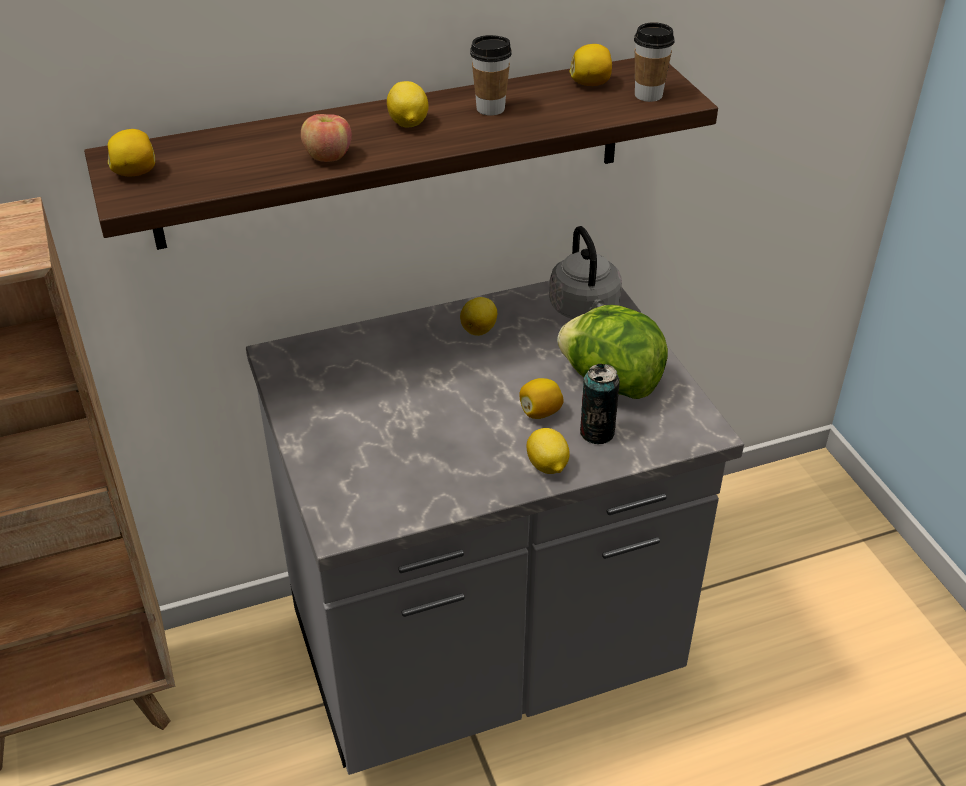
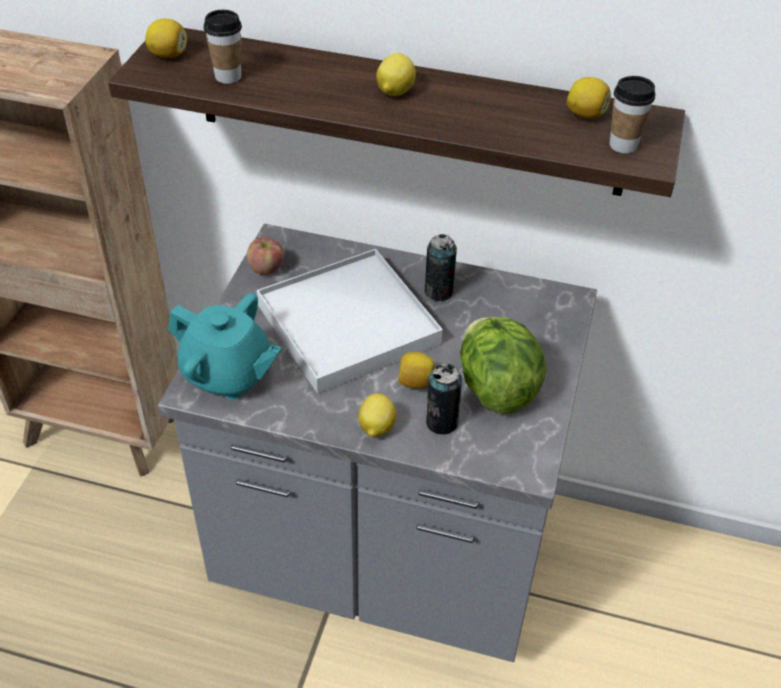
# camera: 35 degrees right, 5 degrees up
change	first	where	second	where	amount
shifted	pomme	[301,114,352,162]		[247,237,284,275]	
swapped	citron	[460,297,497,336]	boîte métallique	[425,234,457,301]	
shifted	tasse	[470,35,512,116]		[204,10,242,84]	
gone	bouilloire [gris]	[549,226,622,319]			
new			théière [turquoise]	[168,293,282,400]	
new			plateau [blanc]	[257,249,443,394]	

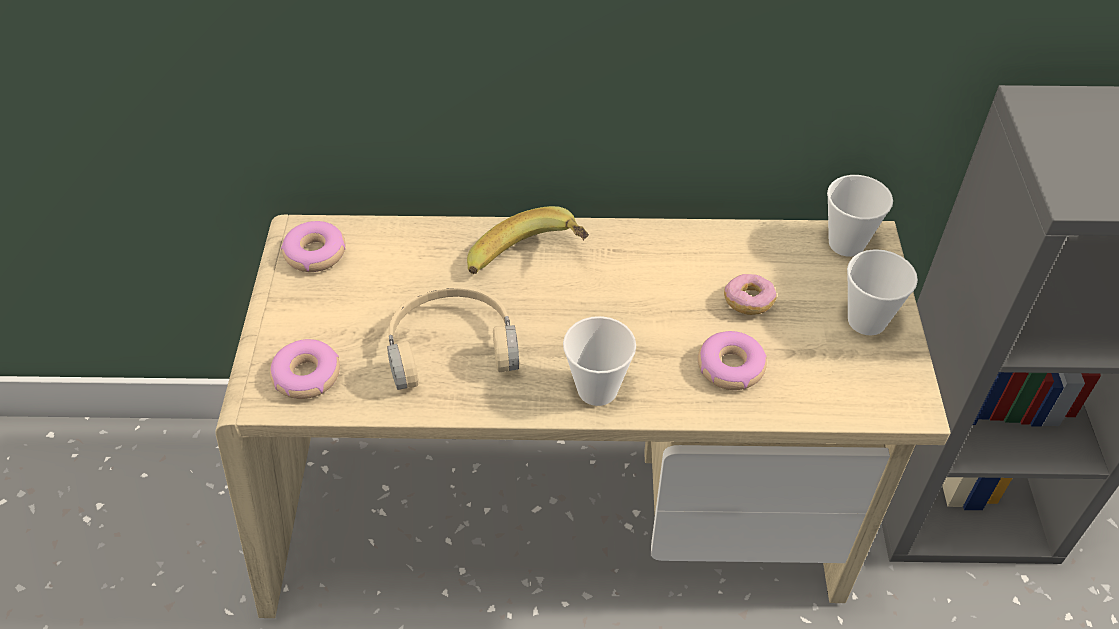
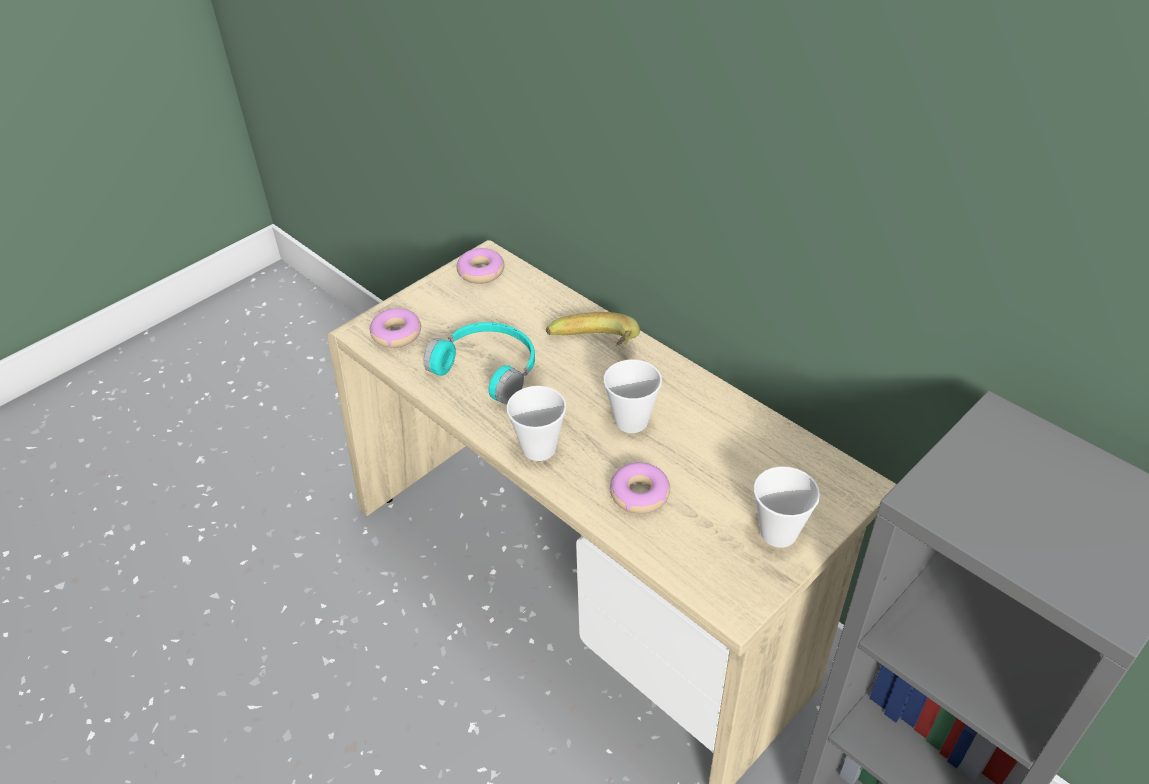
# camera: 45 degrees right, 5 degrees down
change	first	where	second	where	amount
repainted	casque audio [beige]	[387,286,519,390]	casque audio [turquoise]	[423,322,535,405]	
gone	beignet	[724,274,777,315]			
shifted	tasse	[827,175,893,257]		[604,360,662,433]	

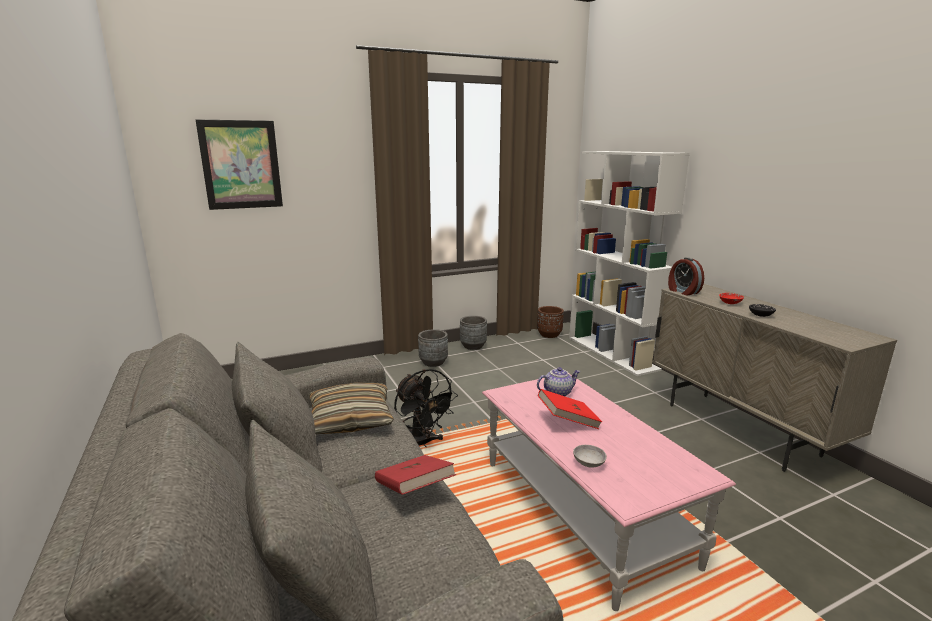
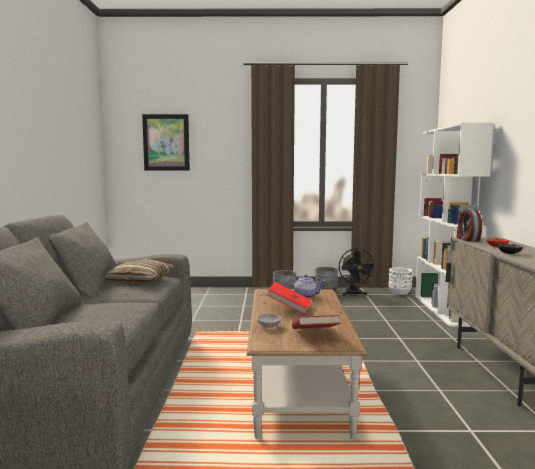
# camera: 25 degrees right, 10 degrees down
change	first	where	second	where	amount
shifted	livre [rouge]	[375,455,456,495]		[292,315,341,329]	
shifted	ventilateur [noir]	[394,369,458,447]		[339,248,376,296]	
repainted	table basse [rose]	[482,374,736,611]	table basse [marron]	[247,289,368,440]	
repainted	cache-pot [marron]	[537,306,564,338]	cache-pot [blanc]	[389,268,413,295]	

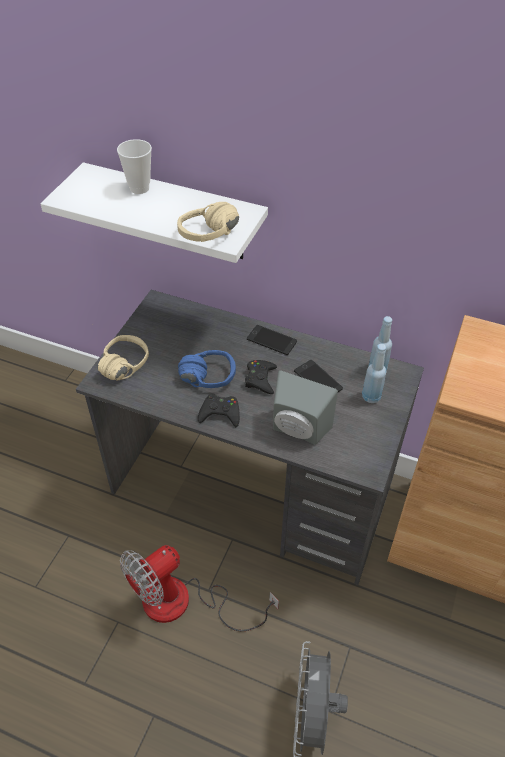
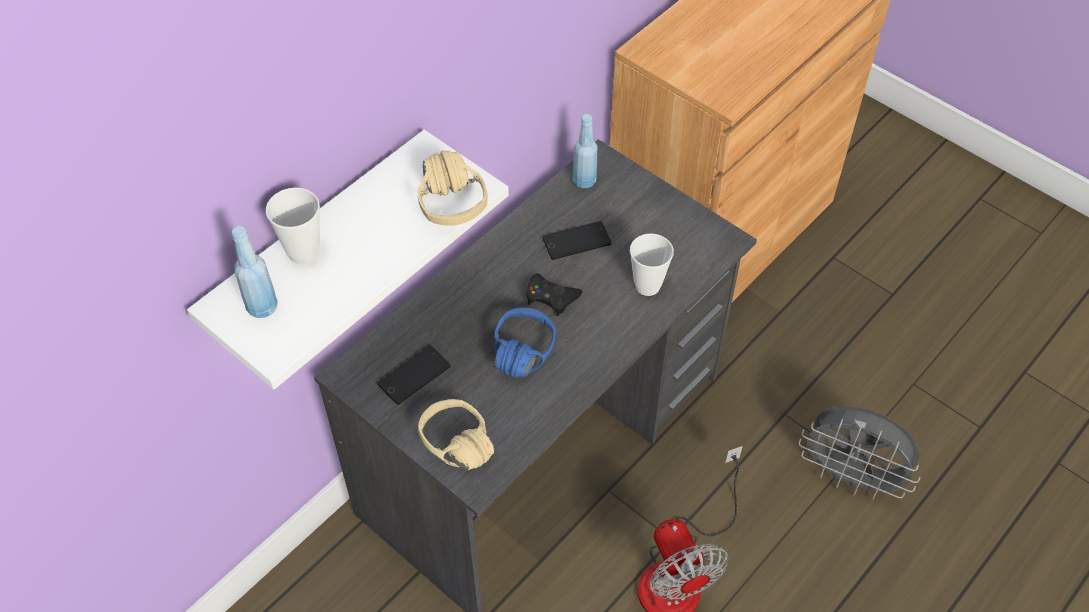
# camera: 70 degrees left, 5 degrees up
change	first	where	second	where	amount
gone	manette [noir]	[198,394,240,427]			
shifted	téléphone	[247,325,297,355]		[378,345,451,405]	
swapped	enceinte [gris]	[273,370,338,445]	tasse	[630,233,674,296]	
shifted	bouteille [bleu]	[362,344,387,403]		[231,226,278,318]	

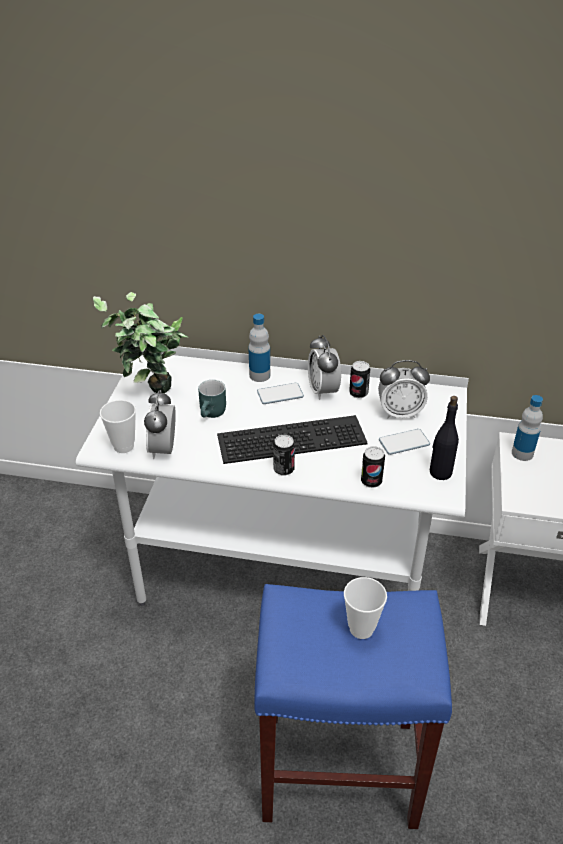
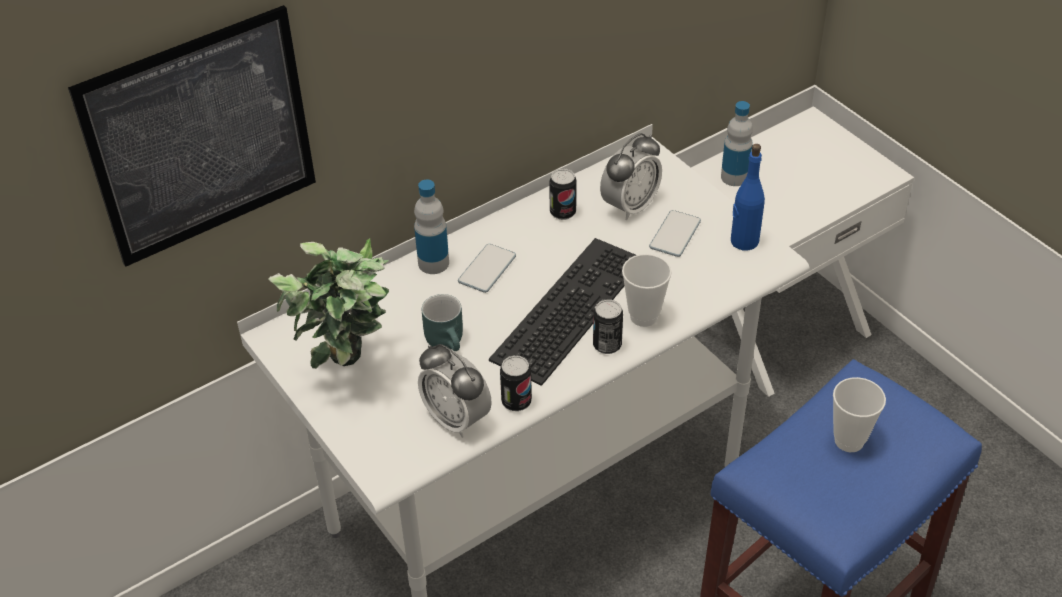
# camera: 45 degrees left, 5 degrees up
change	first	where	second	where	amount
shifted	tasse	[100,400,136,453]		[622,254,672,327]	
gone	réveil	[308,335,341,400]			
shifted	boîte métallique	[361,446,385,488]		[500,355,532,411]	
repainted	bouteille [noir]	[430,396,459,480]	bouteille [bleu]	[731,144,765,250]	
new			tableau	[68,5,316,267]	

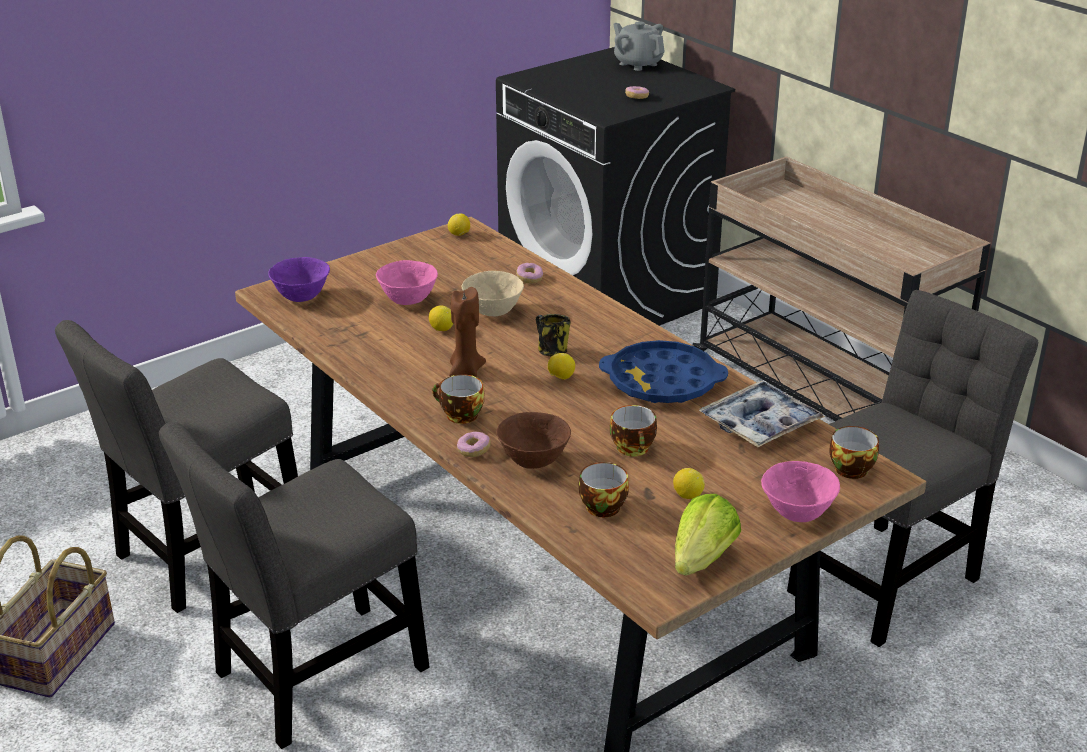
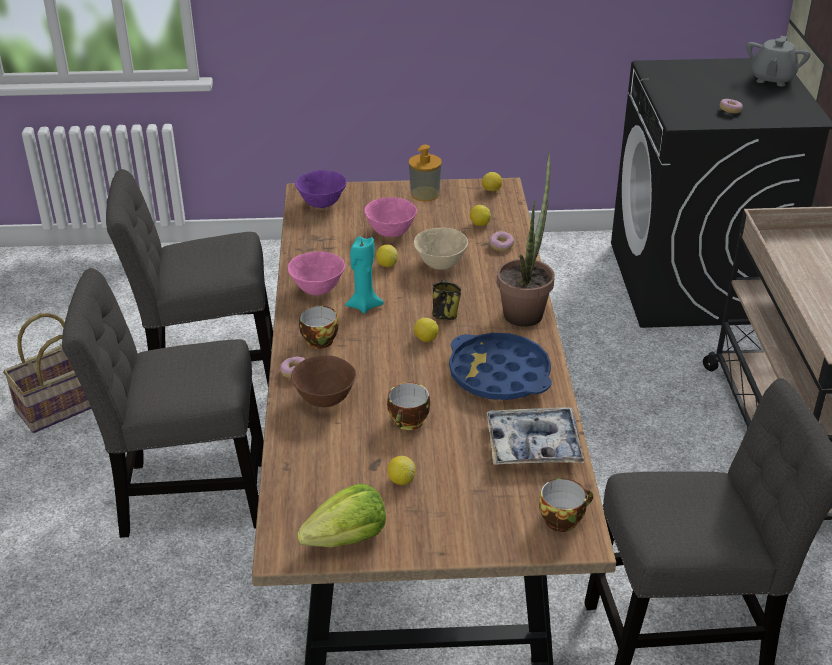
# camera: 35 degrees right, 5 degrees up
change	first	where	second	where	amount
repainted	bougie [marron]	[449,287,486,377]	bougie [turquoise]	[345,236,384,314]	
gone	tasse	[579,462,629,517]			
rotated	théière [gris]	[613,21,665,71]		[746,36,811,86]	150 degrees counterclockwise
shifted	bol [rose]	[761,461,840,522]		[287,251,345,295]	
new			distributeur de savon	[409,145,442,201]	
new			citron	[470,205,491,226]	
new			plante en pot	[497,153,555,327]	

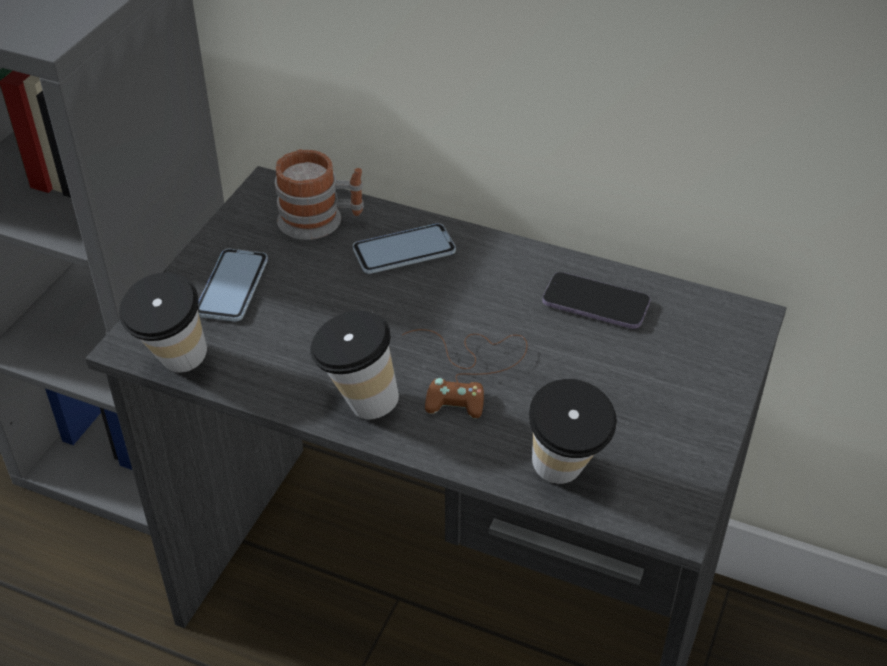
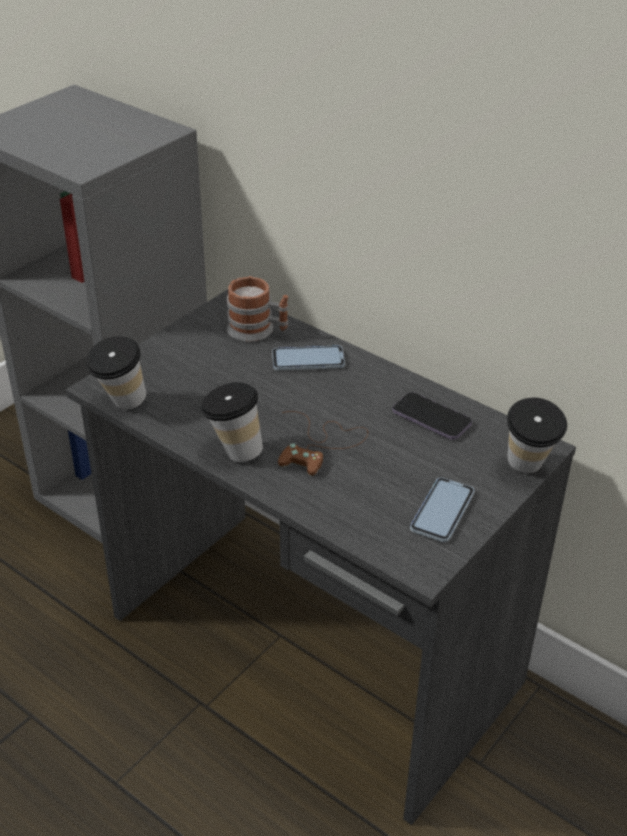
# camera: 15 degrees right, 5 degrees down
change	first	where	second	where	amount
shifted	téléphone	[197,249,268,321]		[410,477,475,542]	
shifted	tasse	[529,379,617,484]		[507,398,567,473]	

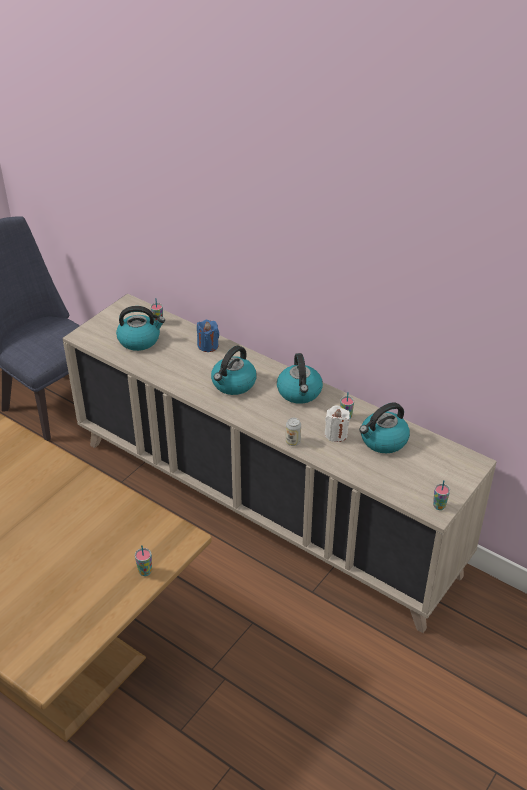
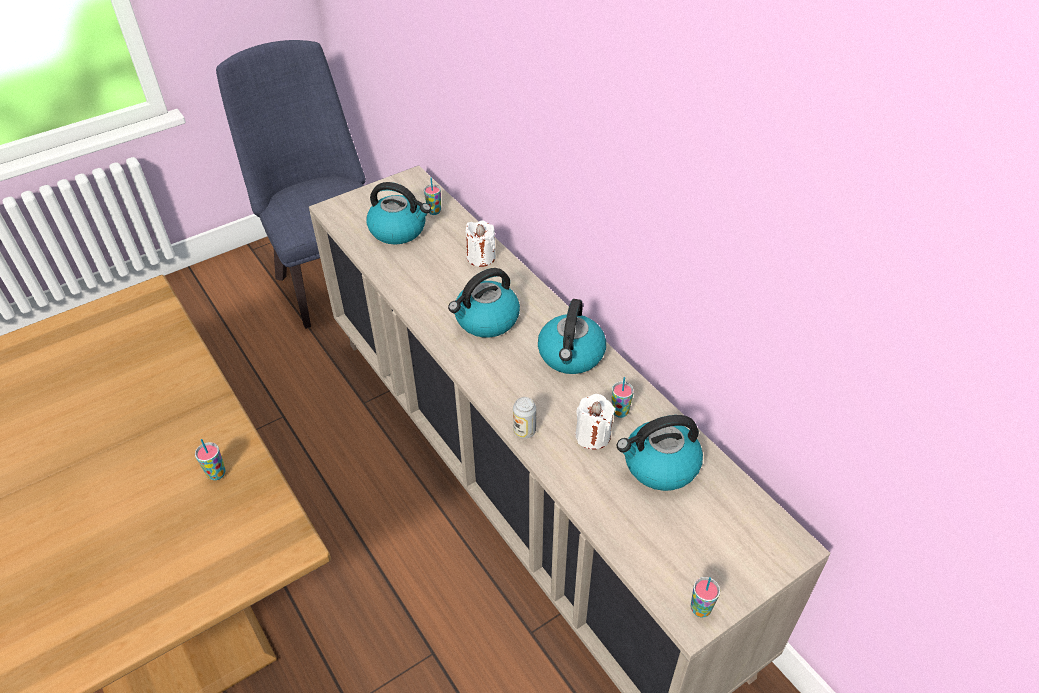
# camera: 20 degrees right, 5 degrees up
change	first	where	second	where	amount
shifted	tasse	[135,545,152,576]		[195,439,226,480]	
repainted	bougie [bleu]	[197,320,219,352]	bougie [blanc]	[465,220,496,267]	

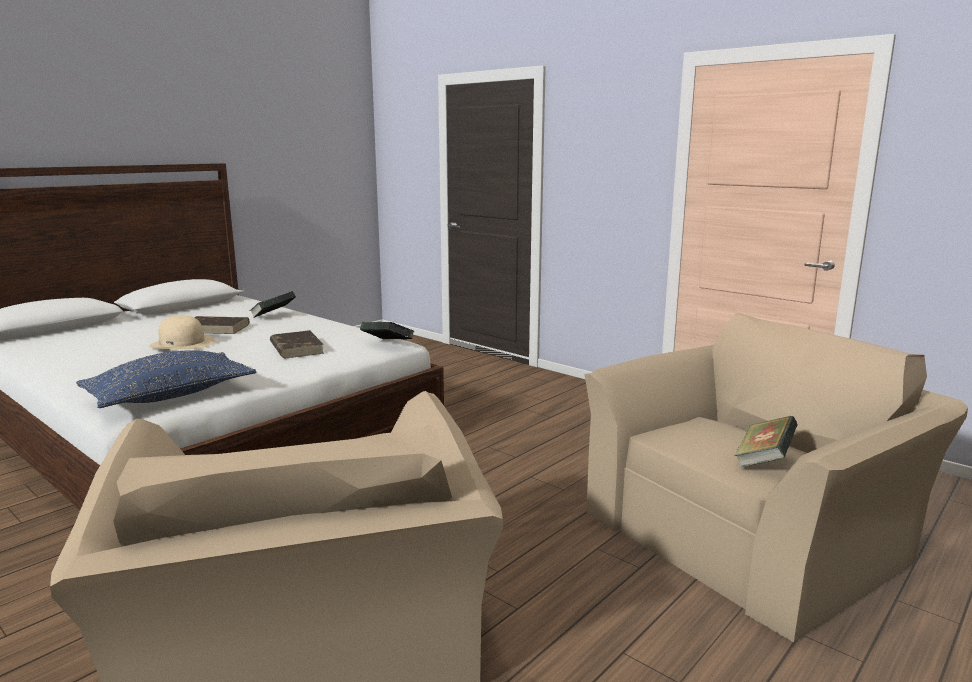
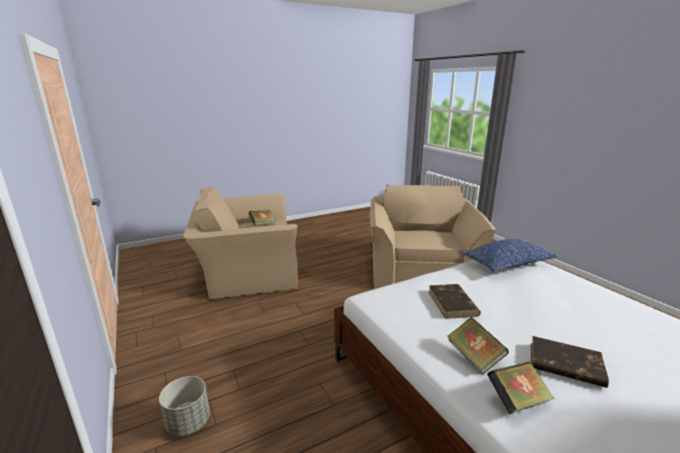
# camera: 160 degrees left, 5 degrees up
change	first	where	second	where	amount
gone	chapeau [beige]	[149,315,215,349]			
shifted	livre	[360,322,414,339]		[447,317,509,375]	
new			cache-pot [gris]	[159,376,210,436]	

